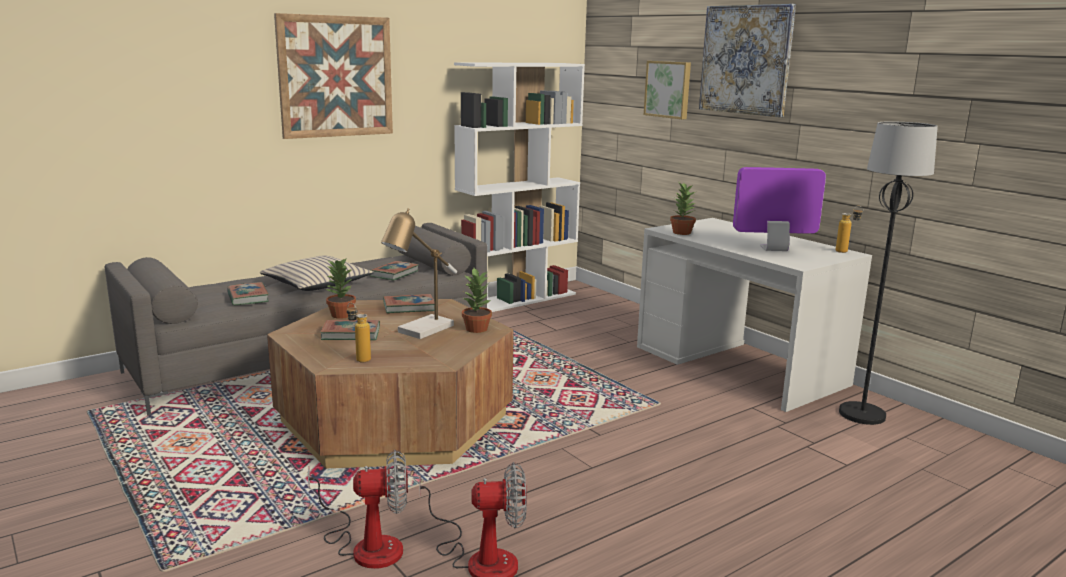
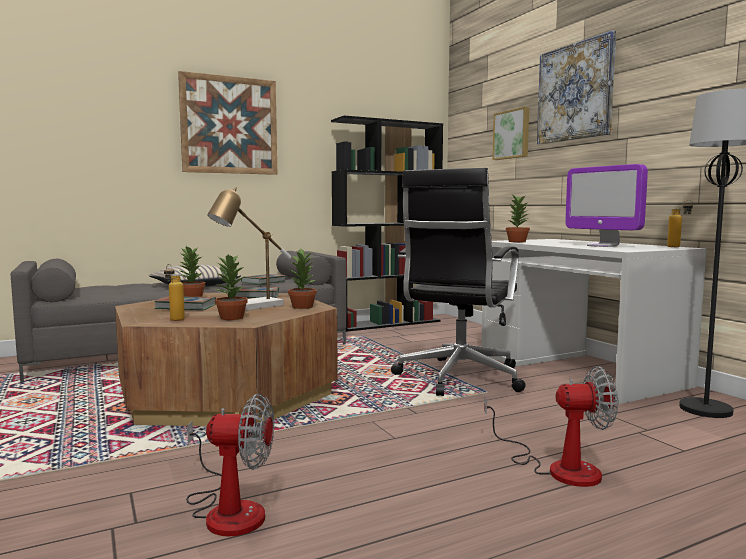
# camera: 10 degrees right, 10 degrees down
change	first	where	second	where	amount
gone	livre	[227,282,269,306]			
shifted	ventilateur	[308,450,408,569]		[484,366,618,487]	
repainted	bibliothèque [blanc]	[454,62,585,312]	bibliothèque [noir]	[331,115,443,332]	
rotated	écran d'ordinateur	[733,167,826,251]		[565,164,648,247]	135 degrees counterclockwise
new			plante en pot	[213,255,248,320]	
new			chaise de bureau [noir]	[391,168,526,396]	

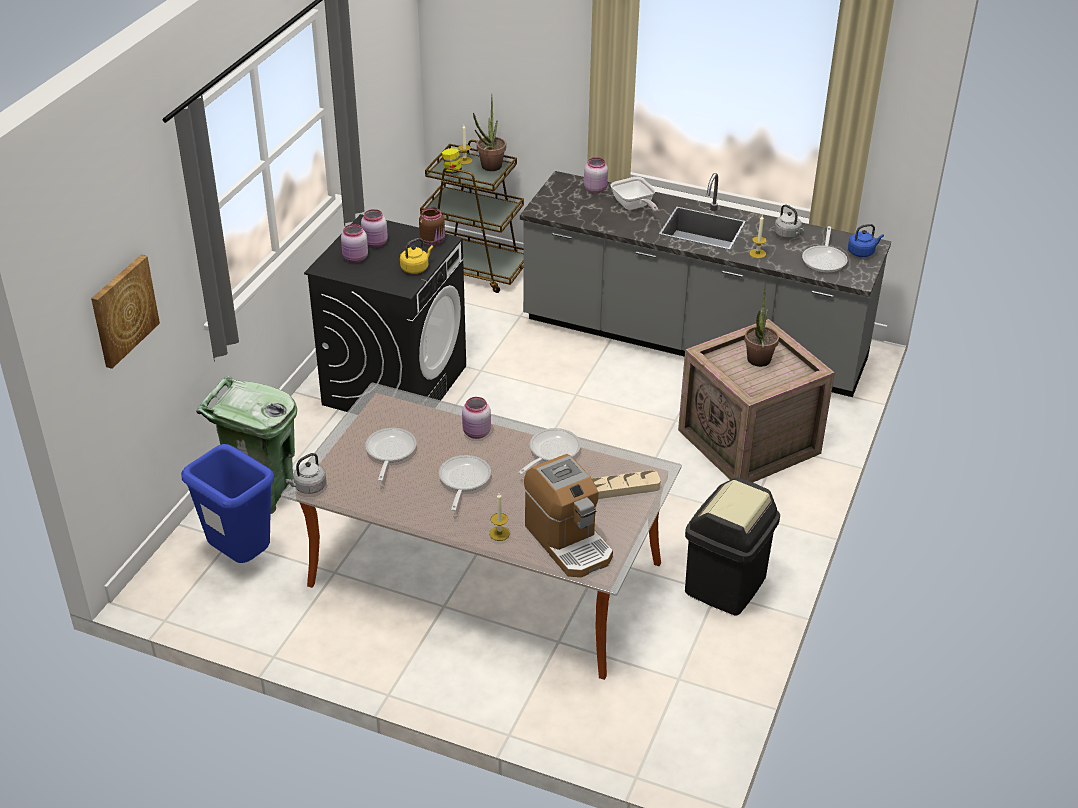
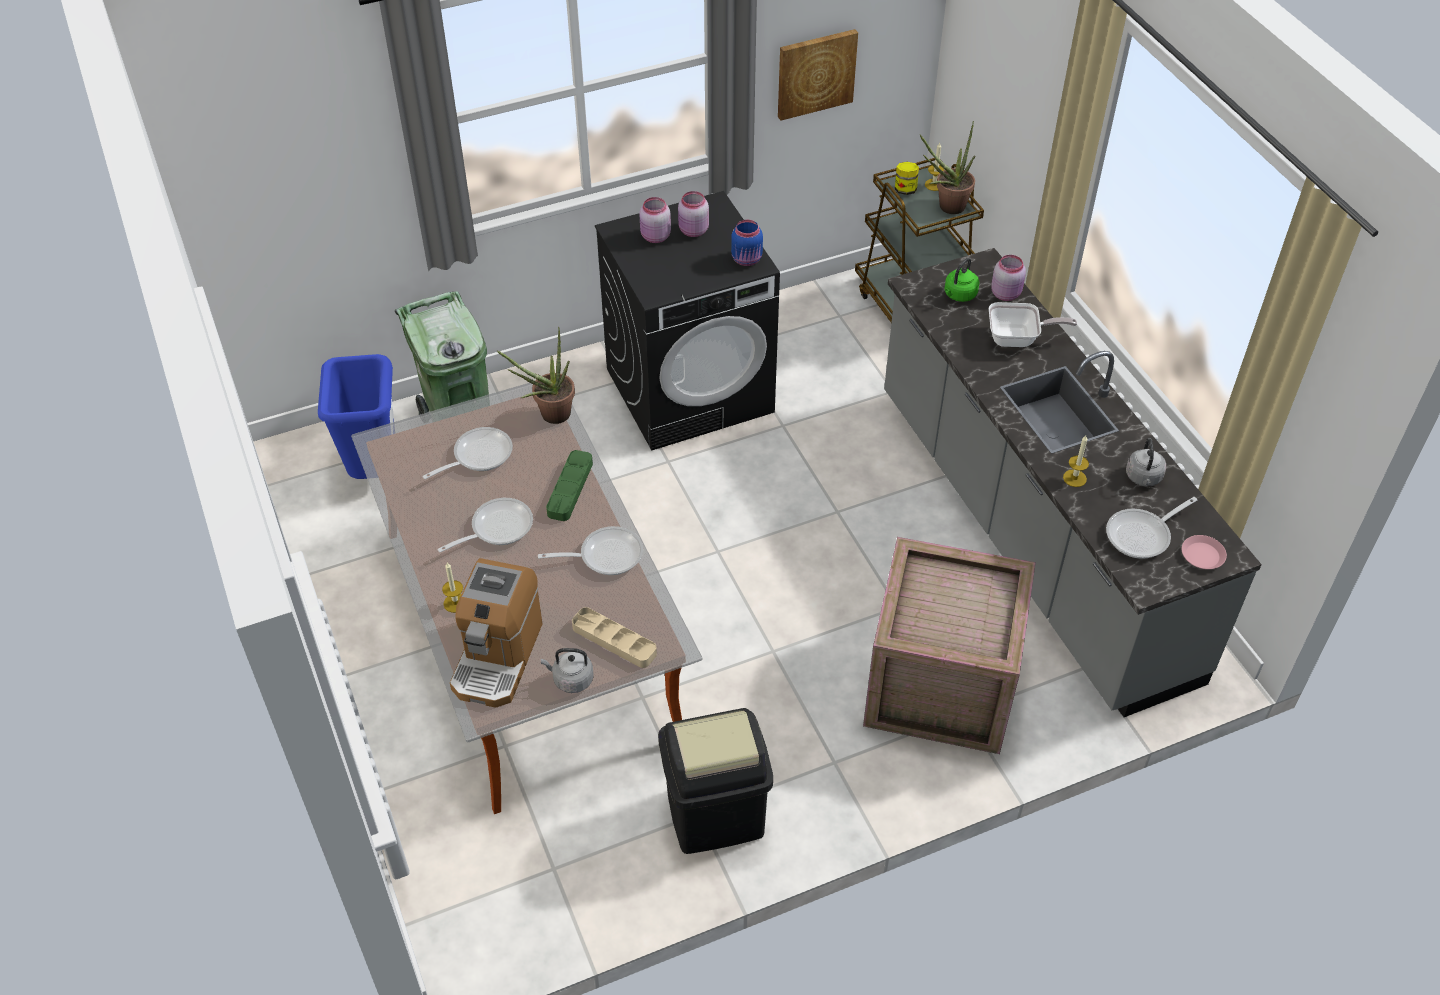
# camera: 45 degrees right, 10 degrees up
change	first	where	second	where	amount
shifted	tableau	[91,254,160,369]		[778,29,858,121]	
shifted	bouilloire [gris]	[285,453,327,494]		[541,648,594,693]	
gone	bouilloire [jaune]	[400,238,433,274]			
repainted	bocal [marron]	[419,207,445,245]	bocal [bleu]	[731,220,763,266]	
swapped	bocal [rose]	[462,397,491,439]	plateau [vert]	[546,450,593,521]	
rotated	poêle	[610,177,658,212]		[989,302,1077,347]	105 degrees counterclockwise
shifted	plante en pot	[744,282,779,367]		[496,327,575,424]	
swapped	bouilloire [bleu]	[848,224,884,257]	assiette [rose]	[1182,535,1227,569]	
new			bouilloire [vert]	[944,258,979,302]	

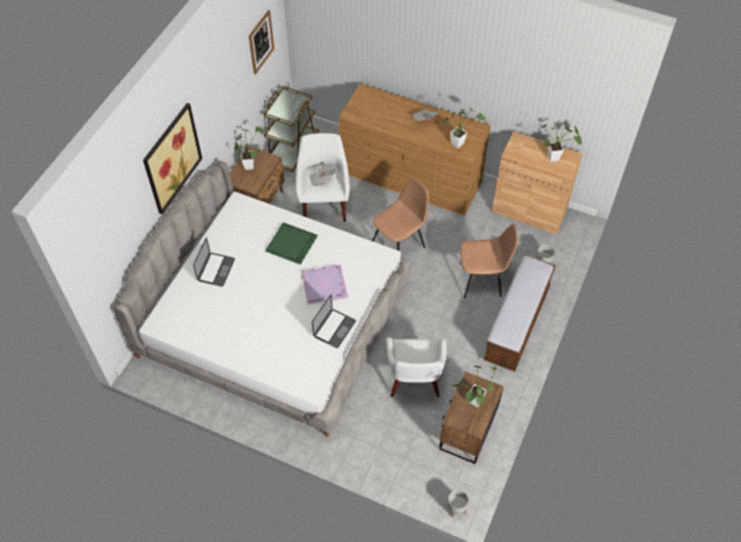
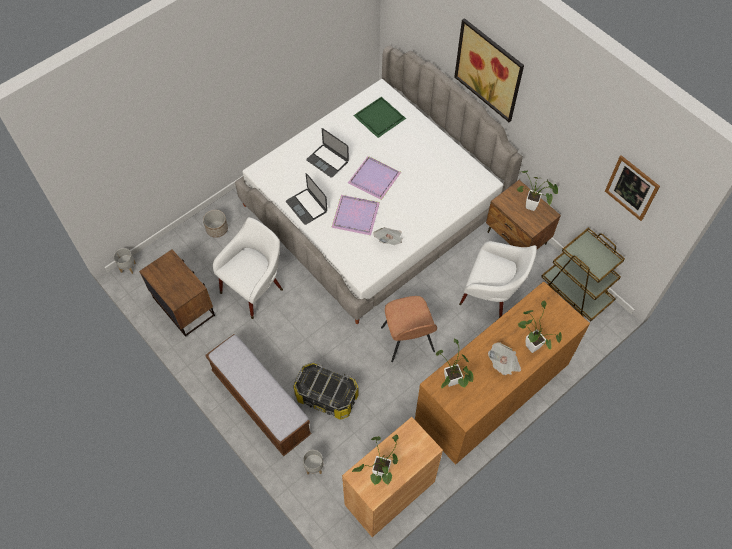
# camera: 115 degrees right, 5 degrees up
change	first	where	second	where	amount
shifted	ordinateur portable	[193,237,235,287]		[306,128,349,178]	
shifted	plateau [vert]	[265,222,318,265]		[353,97,406,138]	
shifted	journal	[309,164,336,186]		[373,227,403,245]	
rotated	fauteuil [blanc]	[386,337,447,397]		[213,217,283,319]	105 degrees clockwise
shifted	plante en pot	[452,366,497,407]		[518,300,562,353]	
swapped	chaise [marron]	[460,224,518,298]	boîte de rangement	[293,362,359,420]	
new			cache-pot	[203,210,228,238]	
new			plateau [violet]	[348,156,401,200]	

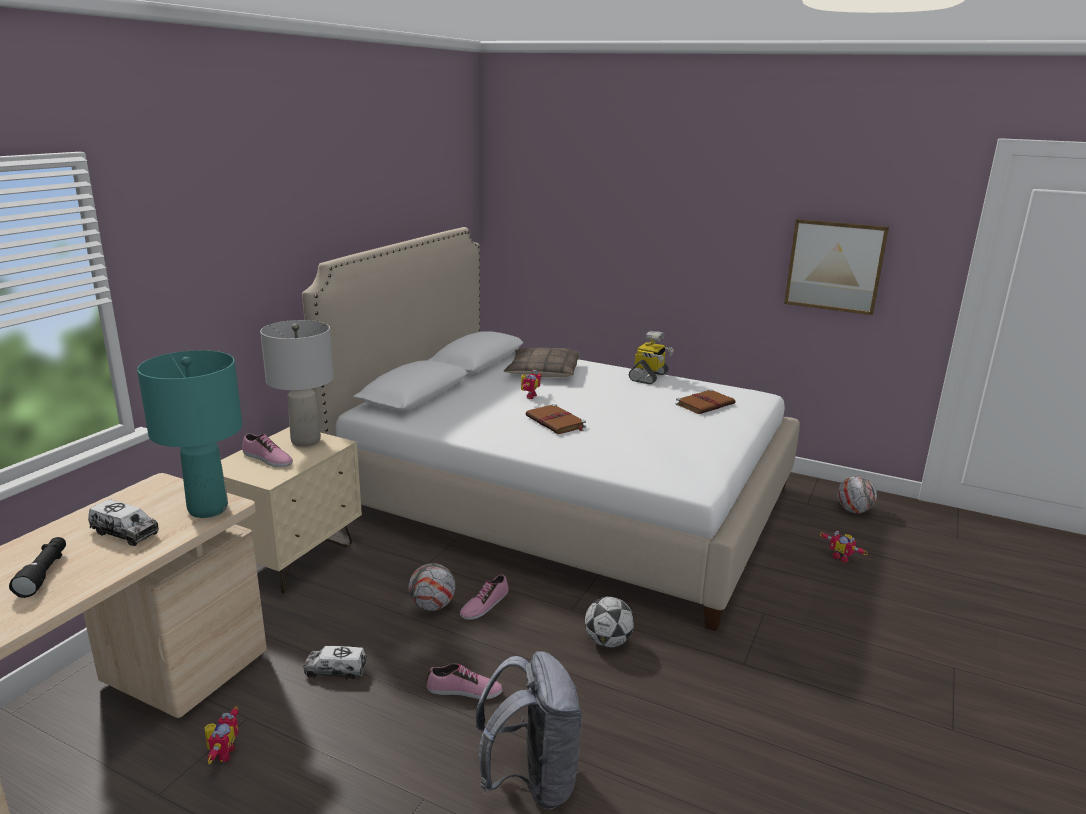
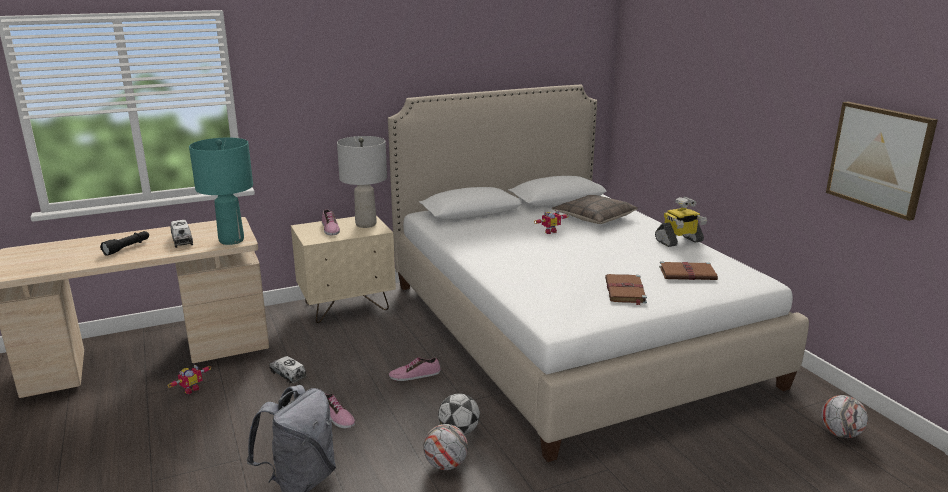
# camera: 40 degrees right, 0 degrees up
change	first	where	second	where	amount
shifted	ballon de foot	[409,563,455,611]		[423,424,468,470]	
shifted	livre [marron]	[525,404,586,434]		[605,274,647,305]	
gone	robot jouet	[819,531,868,563]			

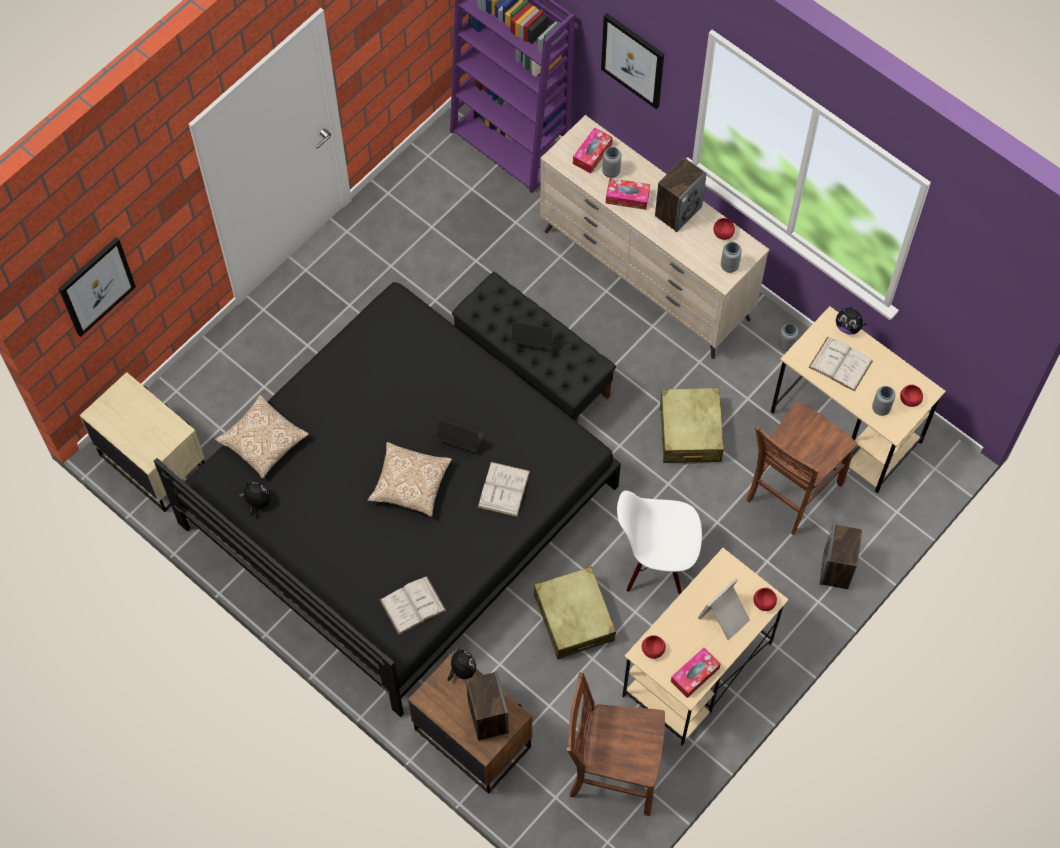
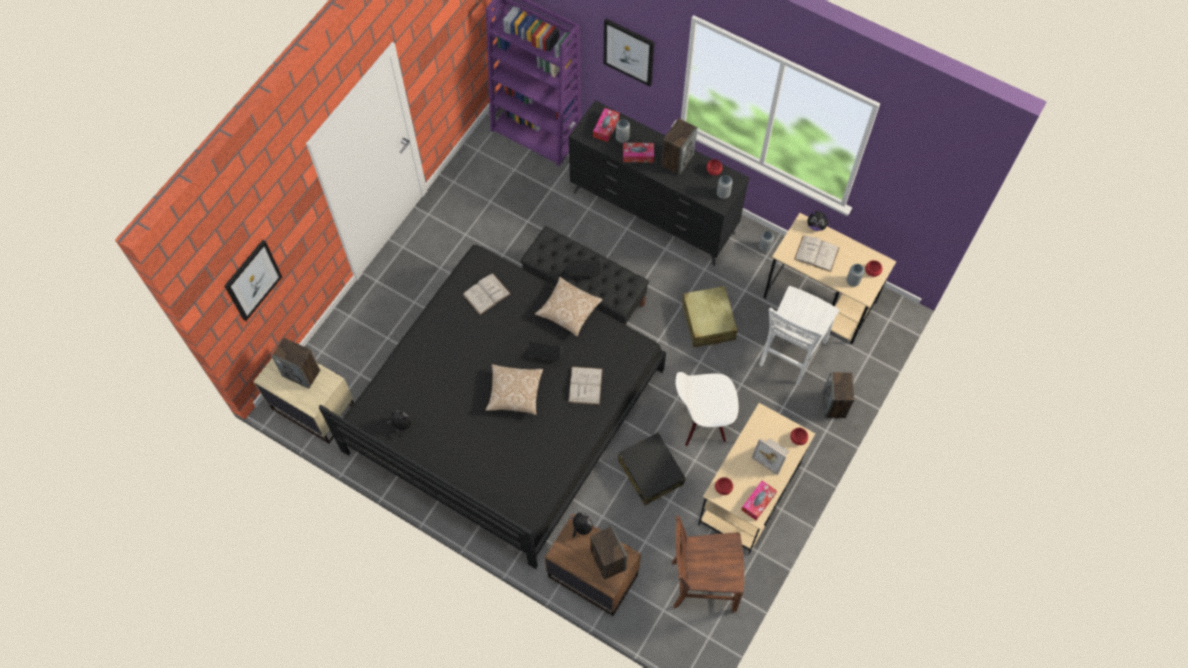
# camera: 10 degrees left, 0 degrees up
change	first	where	second	where	amount
shifted	coussin	[215,395,309,479]		[535,277,603,337]	
shifted	livre [blanc]	[380,576,446,635]		[462,273,511,315]	
repainted	valise [beige]	[534,566,616,659]	valise [noir]	[618,433,686,505]	
repainted	commode [beige]	[540,115,769,359]	commode [noir]	[568,100,750,266]	
rotated	cadre photo	[698,578,750,640]		[751,438,790,475]	90 degrees counterclockwise
repainted	chaise [marron]	[747,401,857,535]	chaise [blanc]	[759,286,839,385]	
new			enceinte	[271,338,320,389]	

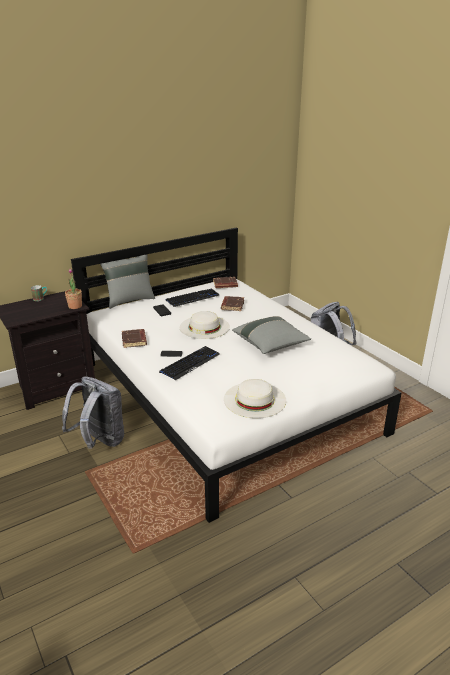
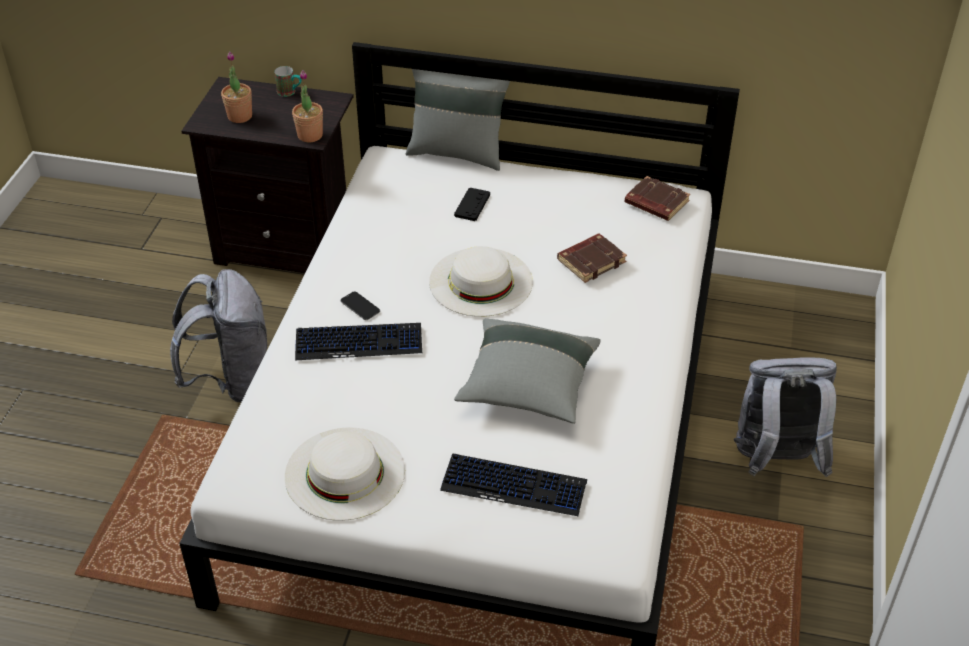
# camera: 45 degrees right, 15 degrees up
change	first	where	second	where	amount
gone	livre [marron]	[122,329,147,348]			
shifted	clavier	[166,288,219,307]		[440,453,587,516]	
new			plante en pot	[221,51,252,123]	

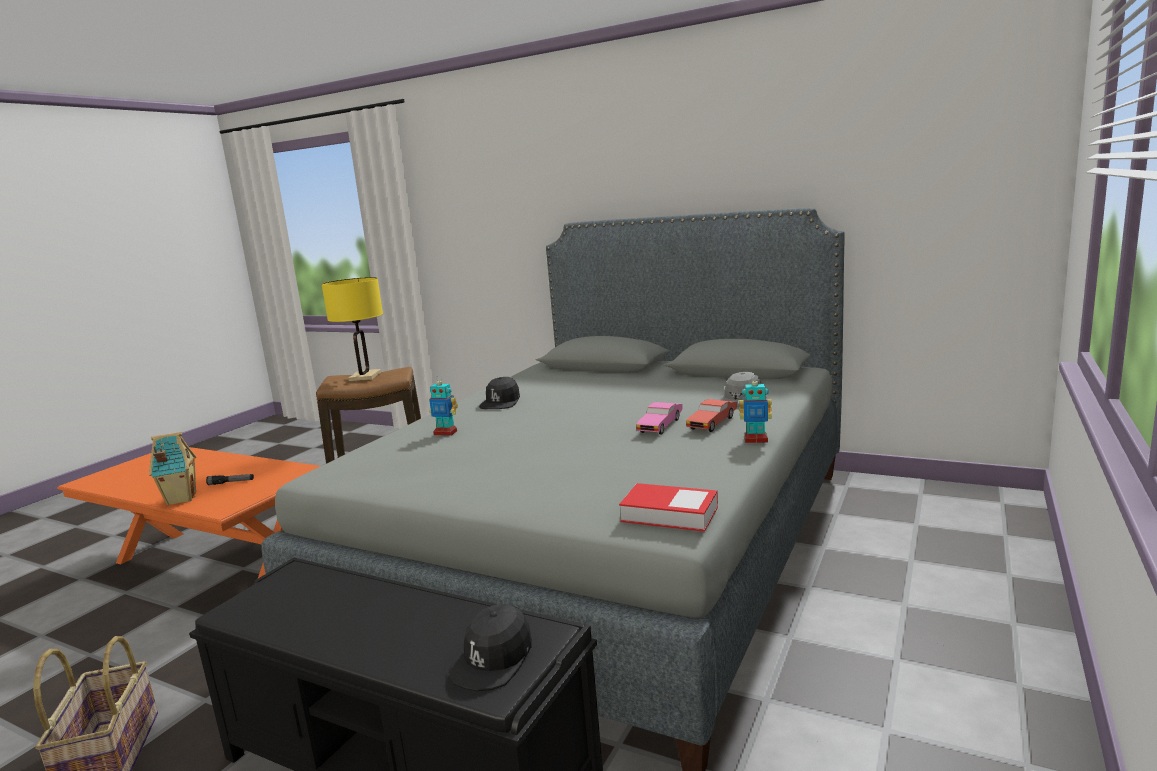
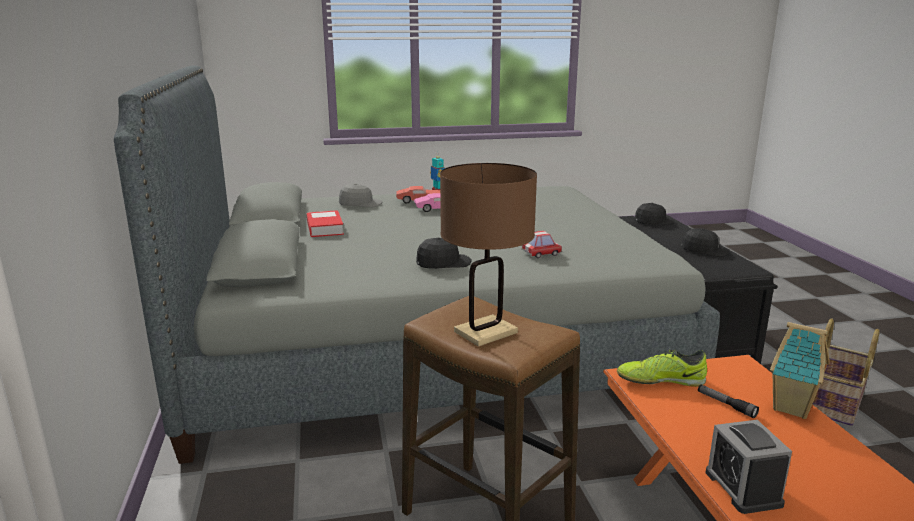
# camera: 130 degrees left, 5 degrees up
change	first	where	second	where	amount
repainted	lampe de table [jaune]	[321,277,383,381]	lampe de table [marron]	[440,163,537,347]	
swapped	robot jouet	[429,376,458,436]	petite voiture	[522,231,562,258]	
shifted	livre	[619,483,718,532]		[307,210,344,237]	
new			chaussure	[617,350,707,387]	
new			casquette [noir]	[681,228,730,257]	
new			réveil	[706,420,792,514]	

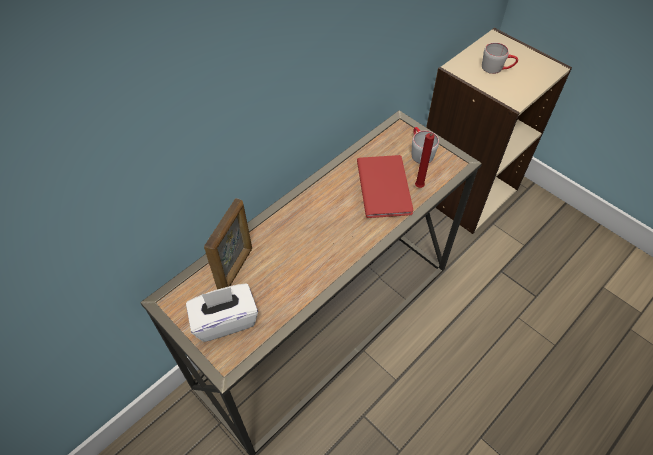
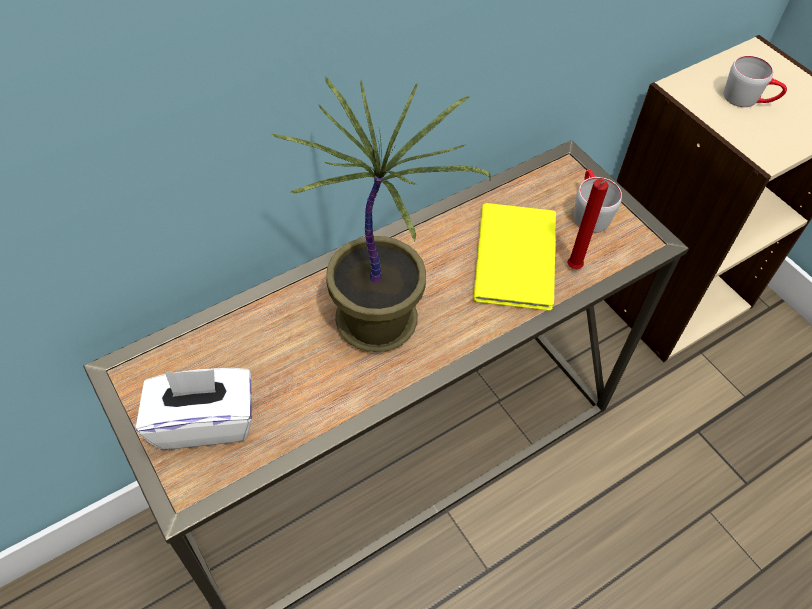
# camera: 10 degrees right, 0 degrees up
change	first	where	second	where	amount
gone	cadre photo	[204,198,252,290]			
repainted	livre [rouge]	[357,155,414,218]	livre [jaune]	[473,203,556,311]	
new			plante en pot	[272,76,491,352]	

